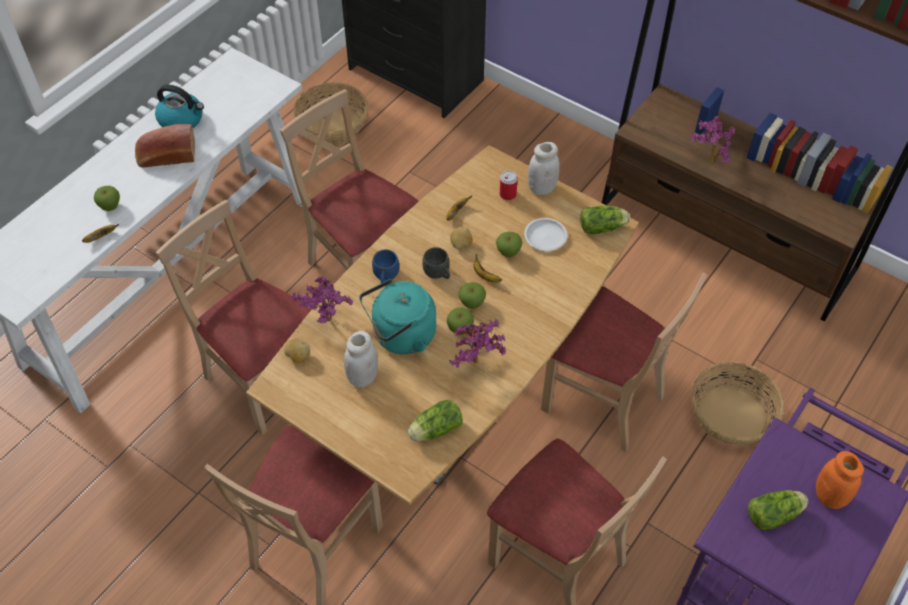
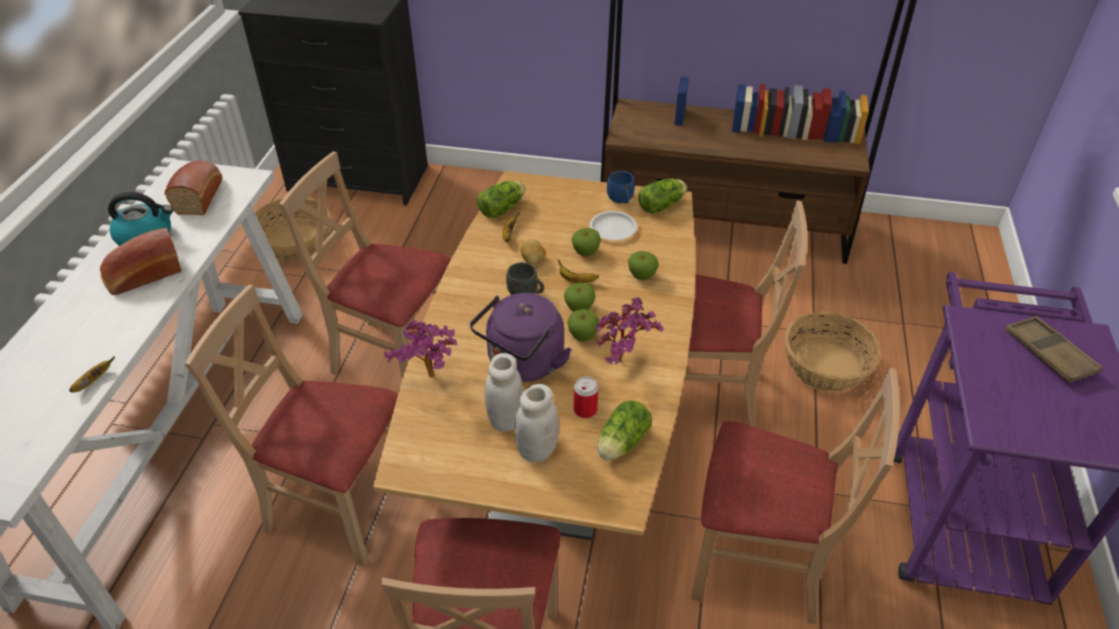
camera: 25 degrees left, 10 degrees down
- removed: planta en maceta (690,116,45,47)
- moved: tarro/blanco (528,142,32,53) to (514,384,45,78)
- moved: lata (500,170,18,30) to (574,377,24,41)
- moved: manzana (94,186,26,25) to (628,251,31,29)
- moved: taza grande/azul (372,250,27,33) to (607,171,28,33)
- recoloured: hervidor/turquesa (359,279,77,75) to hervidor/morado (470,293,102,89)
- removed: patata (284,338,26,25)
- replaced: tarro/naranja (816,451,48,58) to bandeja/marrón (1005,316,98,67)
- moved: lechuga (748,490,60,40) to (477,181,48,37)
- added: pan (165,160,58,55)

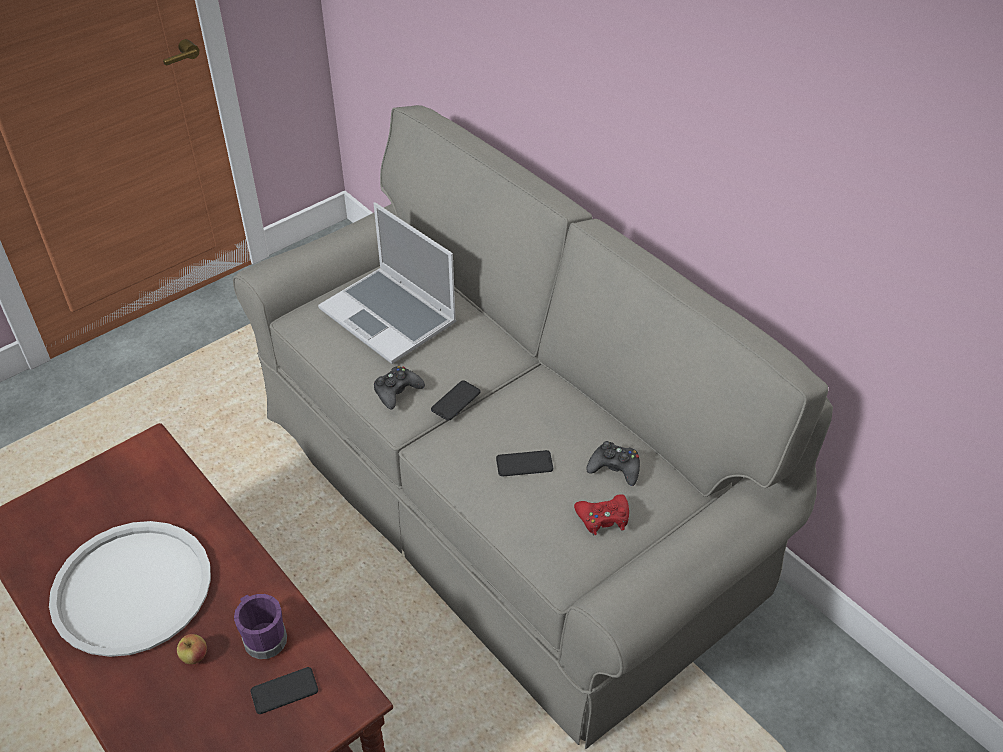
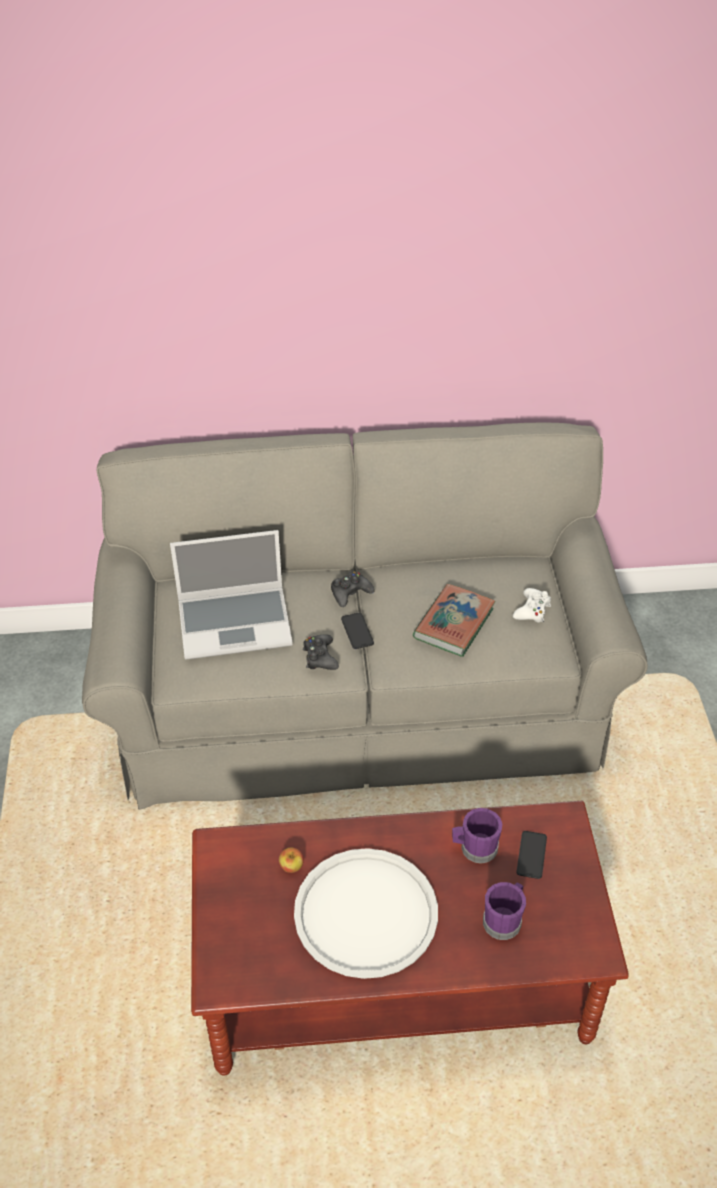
camera: 55 degrees left, 0 degrees up
- moved: mando de consola/negro (586,441,54,45) to (331,571,43,36)
- replaced: móvil (496,450,57,27) to libro (413,584,83,73)
- recoloured: mando de consola/rojo (574,495,55,40) to mando de consola/blanco (513,588,38,35)
- moved: manzana (177,634,30,30) to (279,848,25,25)
- added: taza grande/morado (483,882,43,58)

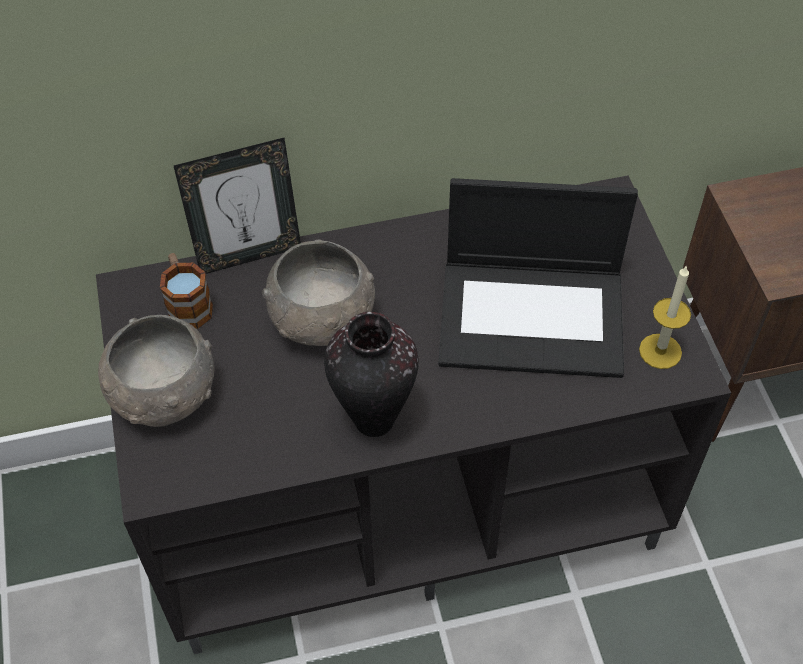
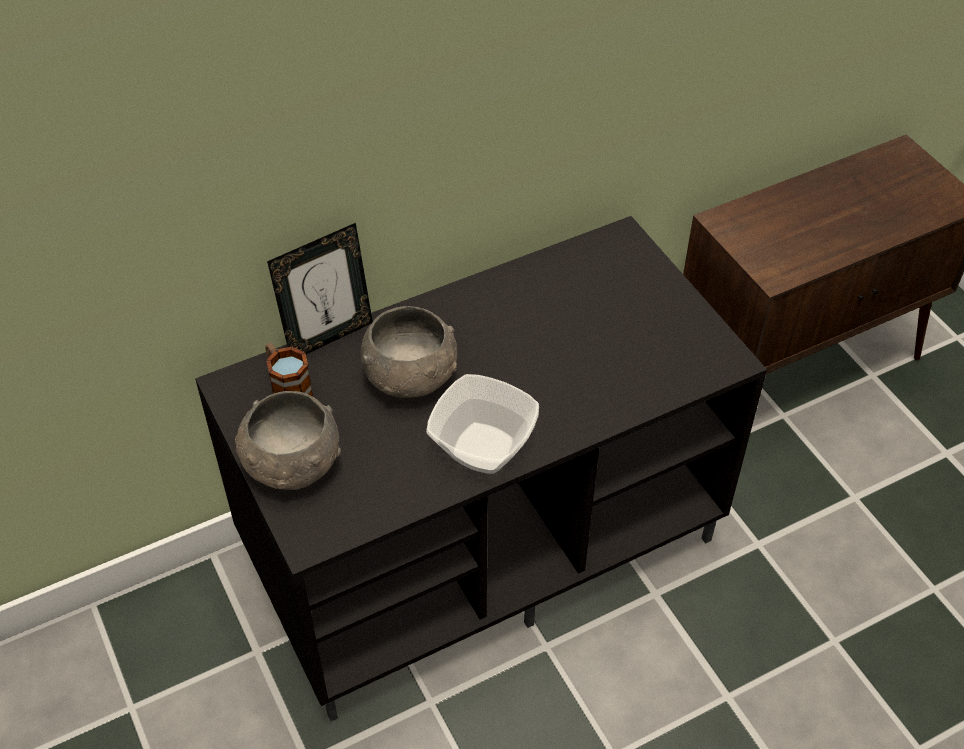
camera: 15 degrees left, 5 degrees down
- removed: portátil (438,178,200,200)
- removed: vela (639,265,52,104)
- replaced: florero (324,312,95,125) to cuenco (426,374,113,100)

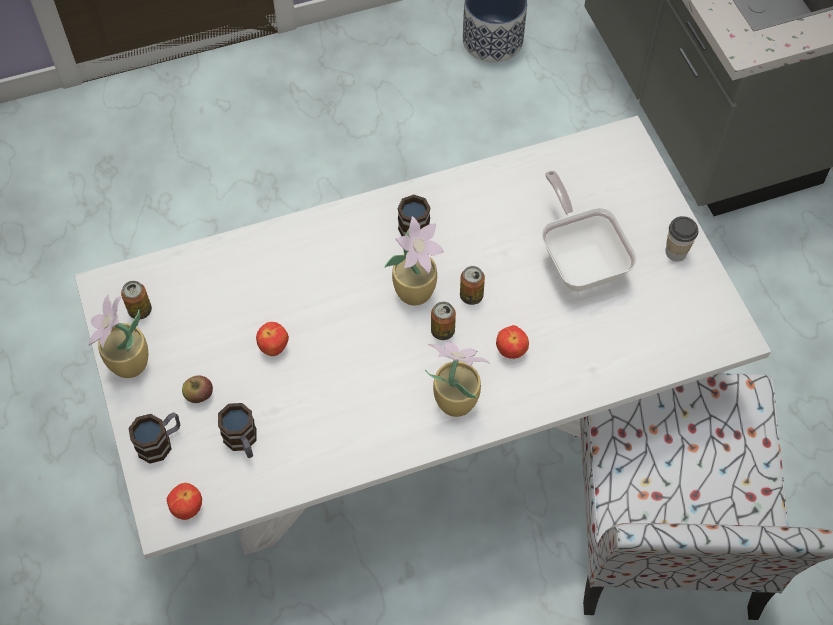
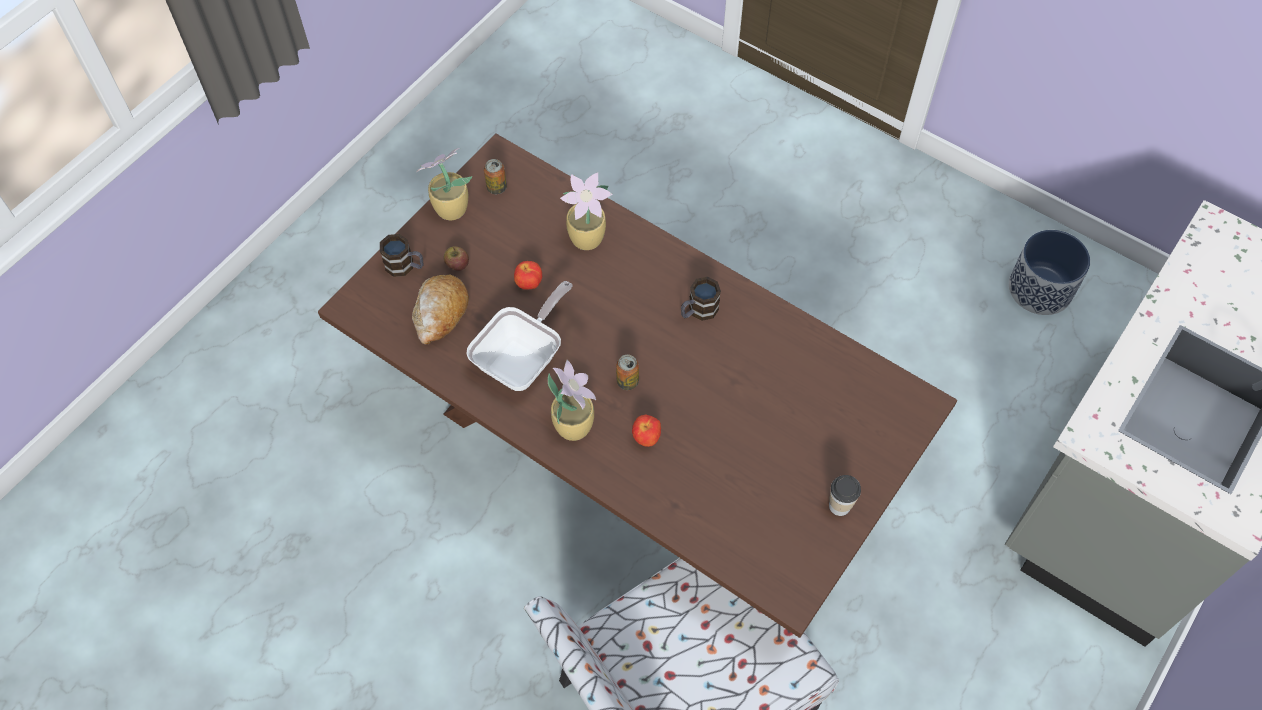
camera: 55 degrees right, 0 degrees up
- recoloured: mesa de comedor/blanco (75,116,696,443) to mesa de comedor/marrón (318,134,639,504)
- moved: sartén (541,171,97,121) to (466,281,107,110)
- moved: planta en maceta (385,216,59,89) to (560,172,52,78)
- removed: lata (460,266,25,39)
- replaced: taza grande (218,403,39,55) to pan (412,275,57,69)
- removed: manzana (167,483,35,37)

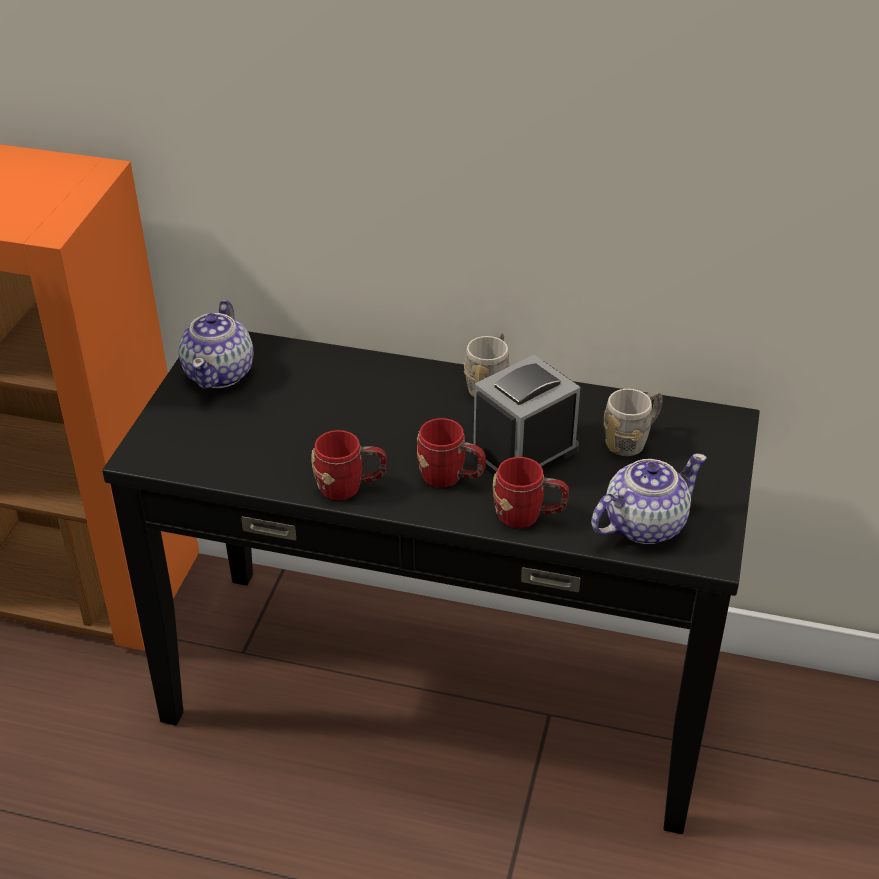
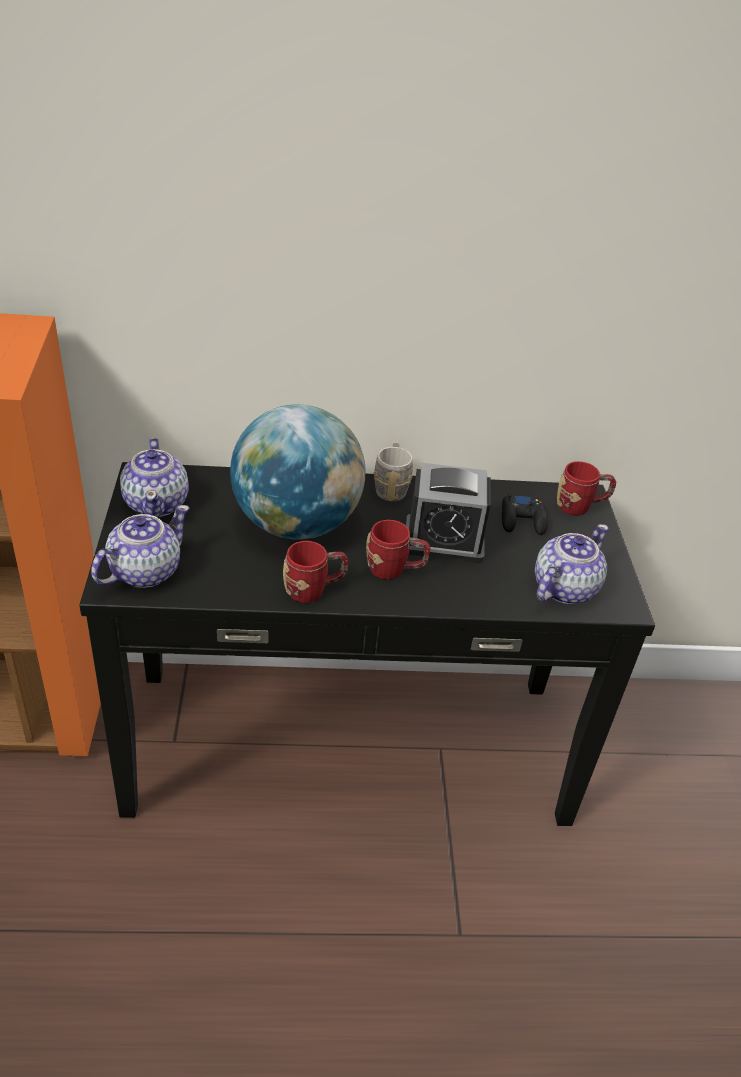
camera: 20 degrees left, 0 degrees up
- turned: despertador (469,355,111,121) = (406,463,85,100) 120 degrees counterclockwise
- replaced: taza grande/gris (604,389,59,67) to mando de consola/negro (502,494,46,41)
- moved: taza grande/rojo (493,457,76,71) to (557,461,59,55)
- added: globo terráqueo (230,404,136,136)
- added: tetera (91,505,98,83)

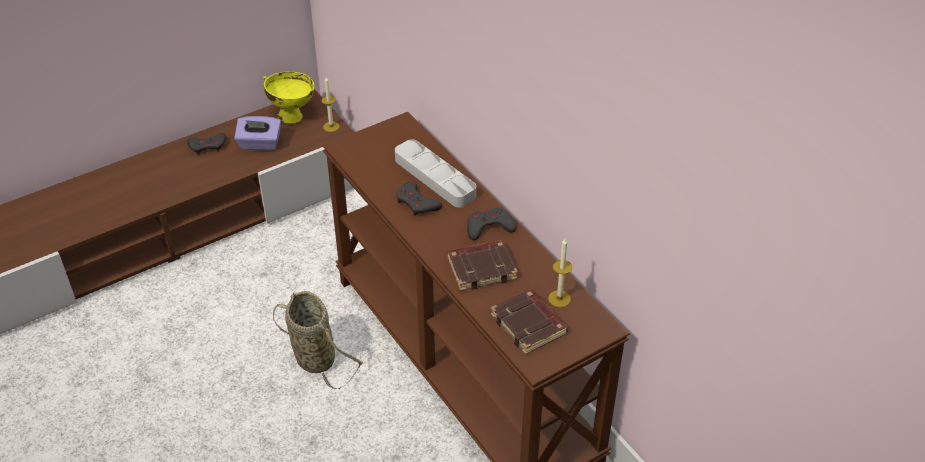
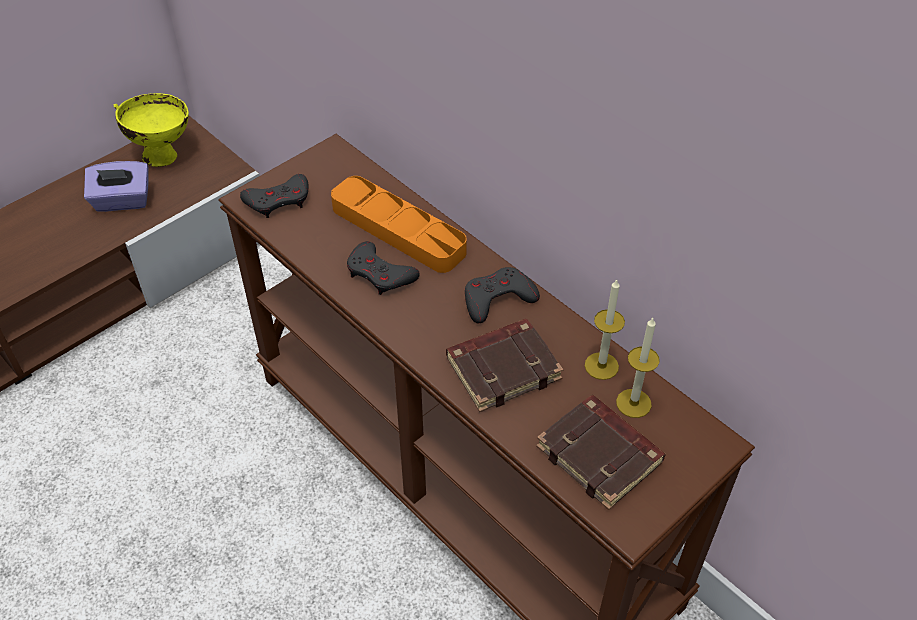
camera: 10 degrees left, 5 degrees up
- moved: vela (321,77,19,55) to (585,279,40,101)
- moved: mando de consola/gris (187,133,39,22) to (240,174,69,44)
- recoloured: bandeja/gris (395,140,81,67) to bandeja/naranja (331,176,136,97)
- removed: cesta (273,291,90,98)

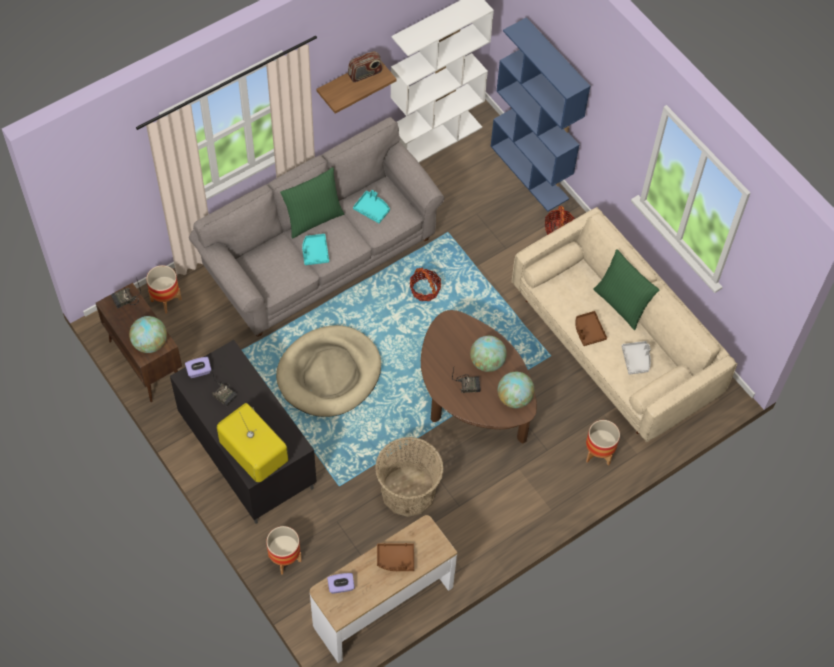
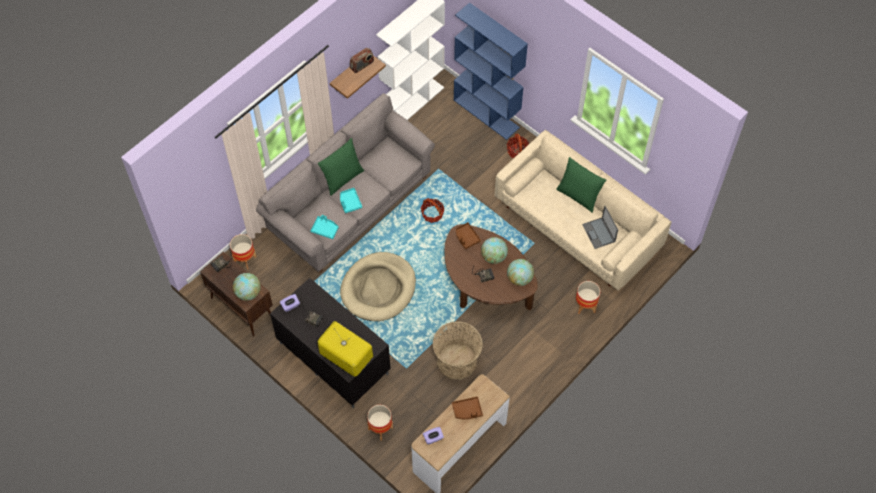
camera: 10 degrees left, 0 degrees up
- moved: bandeja/turquesa (353,190,37,33) to (310,215,29,24)
- moved: bandeja/marrón (575,311,32,35) to (456,222,25,27)
- replaced: bandeja/gris (622,341,29,34) to portátil (582,206,36,43)

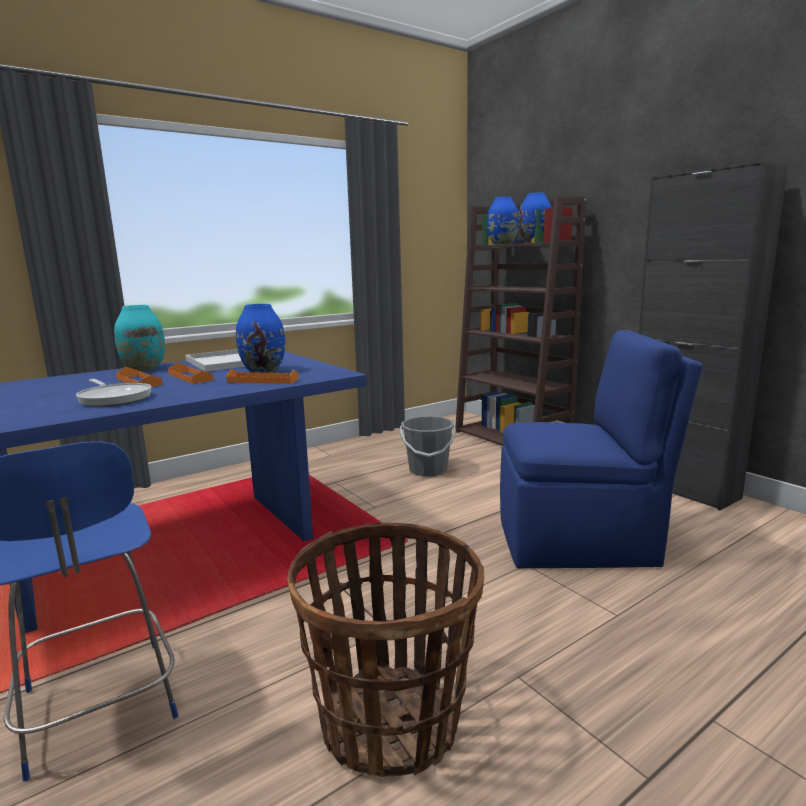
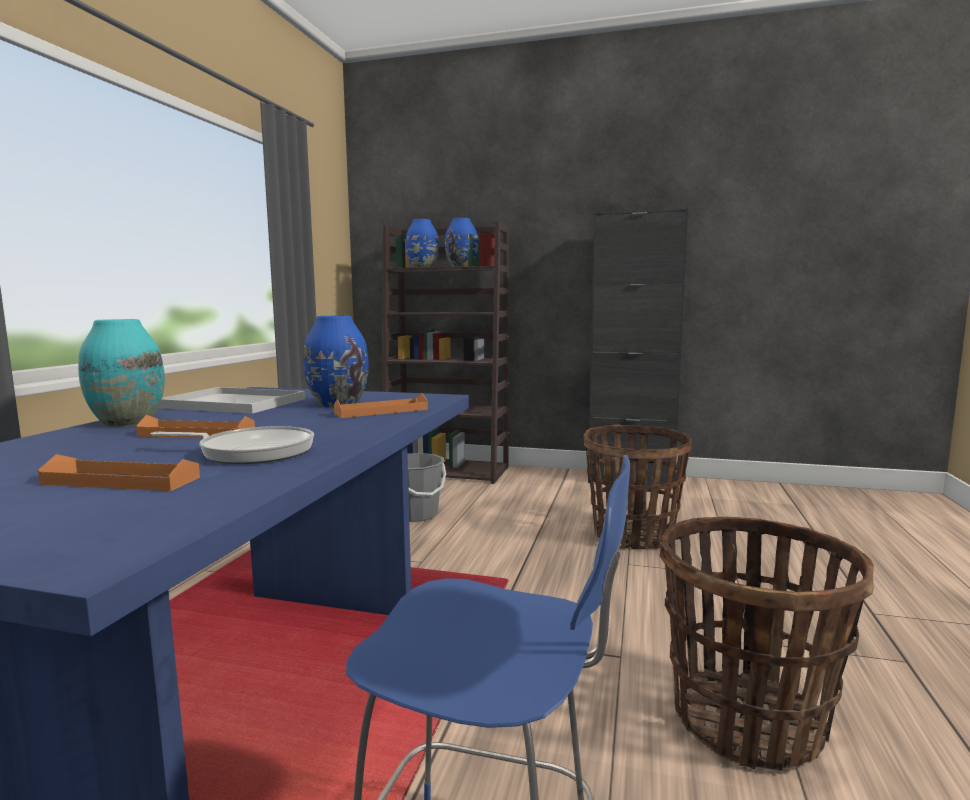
camera: 40 degrees left, 5 degrees down
- replaced: silla/azul (500,330,203,239) to cesta (584,425,108,125)
- moved: bandeja/naranja (168,363,45,21) to (38,454,162,37)

